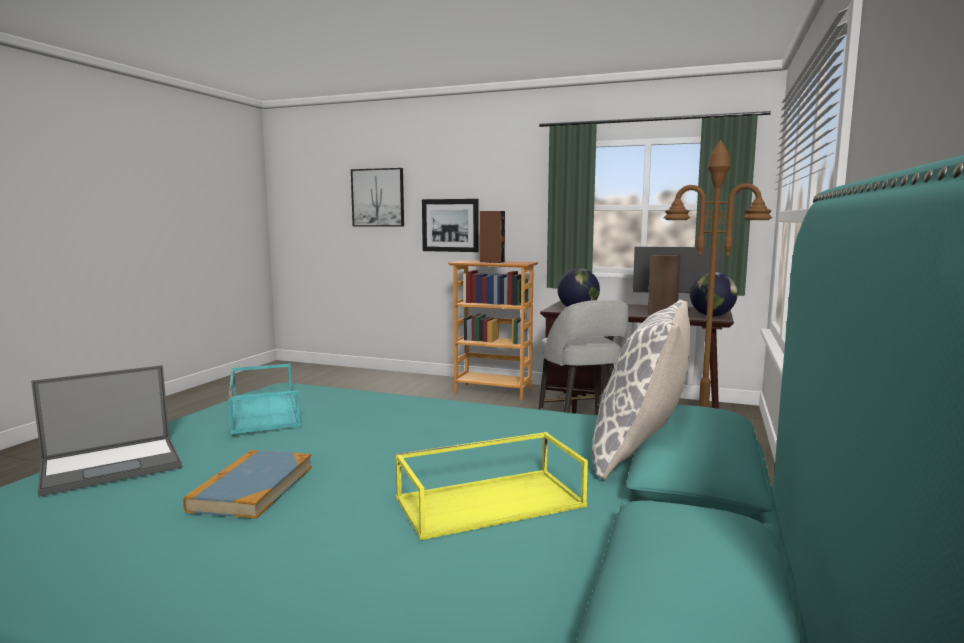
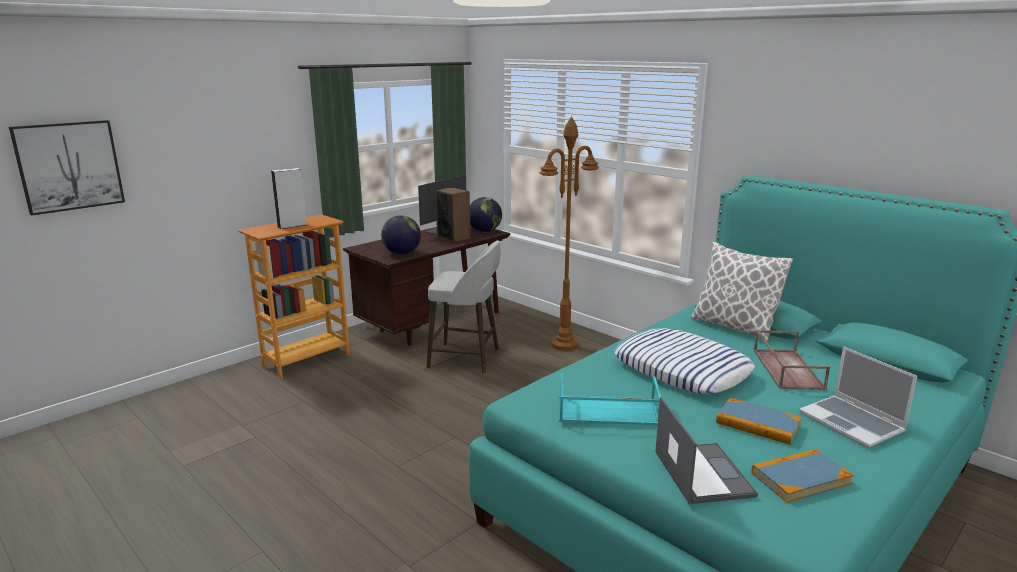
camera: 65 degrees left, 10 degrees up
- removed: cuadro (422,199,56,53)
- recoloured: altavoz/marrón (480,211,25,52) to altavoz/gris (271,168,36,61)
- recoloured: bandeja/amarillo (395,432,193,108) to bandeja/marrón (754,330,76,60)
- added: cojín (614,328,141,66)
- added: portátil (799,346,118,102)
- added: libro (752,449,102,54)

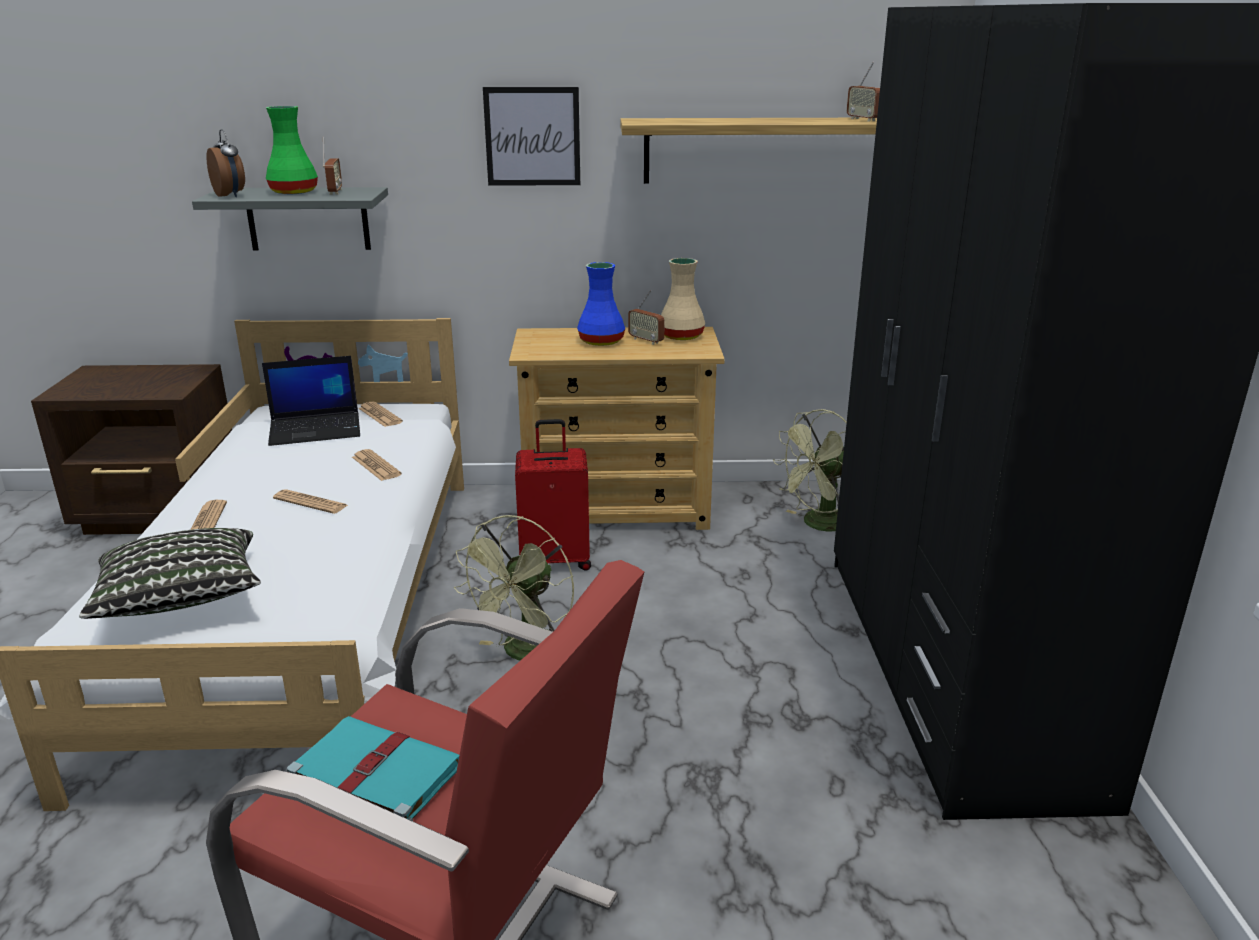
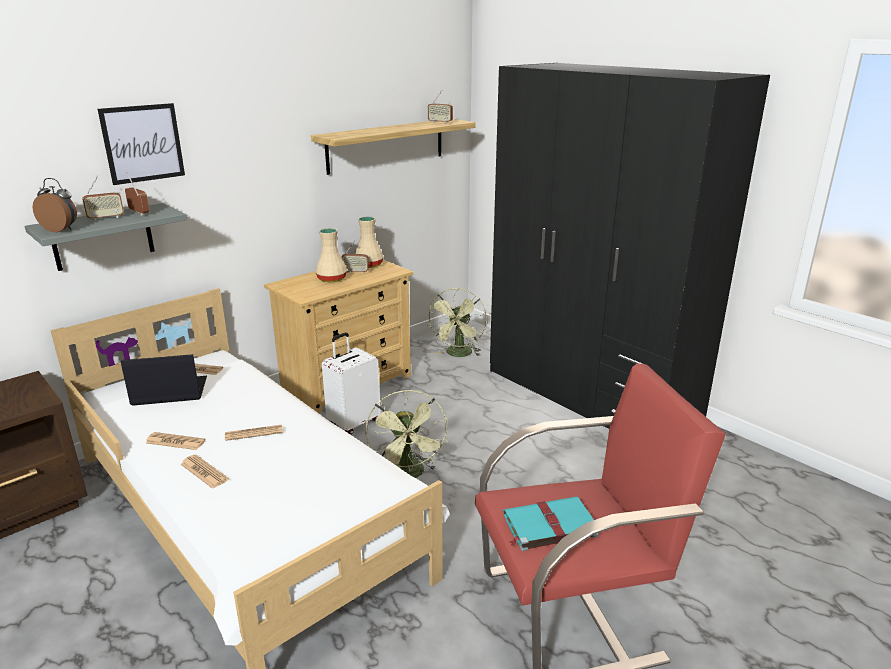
camera: 40 degrees left, 0 degrees up
- moved: cuadro (483,87,97,99) to (98,103,87,82)
- replaced: florero/verde (266,106,52,88) to radio (82,175,42,46)
- recoloured: florero/azul (577,262,48,84) to florero/beis (316,228,31,54)
- turned: portátil (262,356,98,90) = (120,354,87,52) 135 degrees counterclockwise
- recoloured: maleta/rojo (515,419,76,152) to maleta/blanco (322,332,59,103)
- moved: periódico (352,449,50,32) to (146,432,59,18)
- removed: cojín (79,528,182,91)

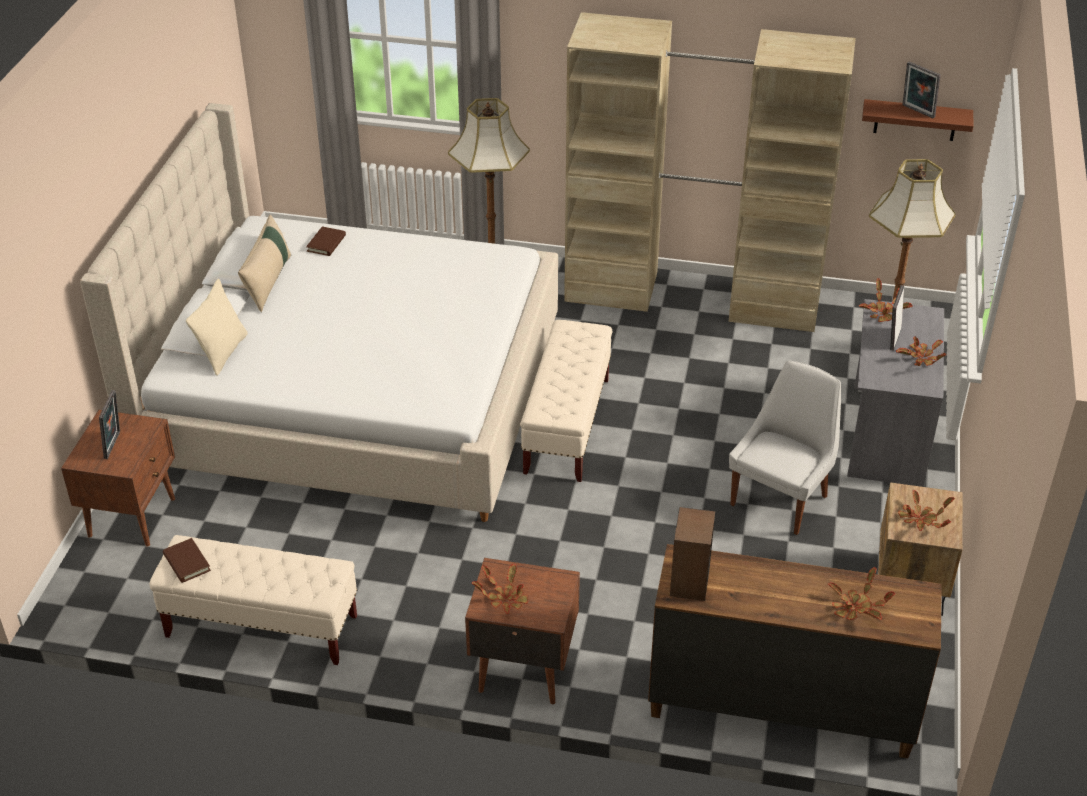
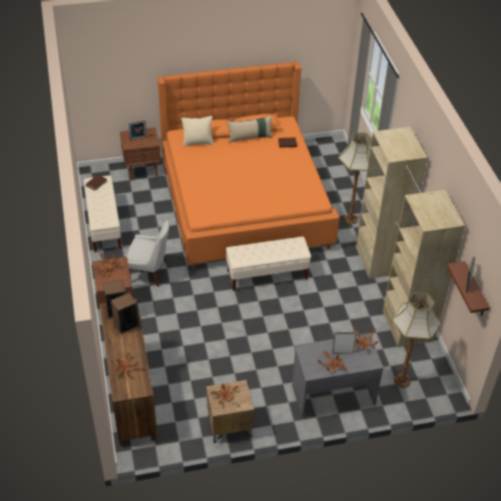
camera: 65 degrees right, 5 degrees up
- recoloured: cama/beis (80,103,478,419) to cama/naranja (158,62,181,207)
- moved: silla/blanco (729,361,112,174) to (127,220,42,67)
- added: altavoz (111,292,28,42)

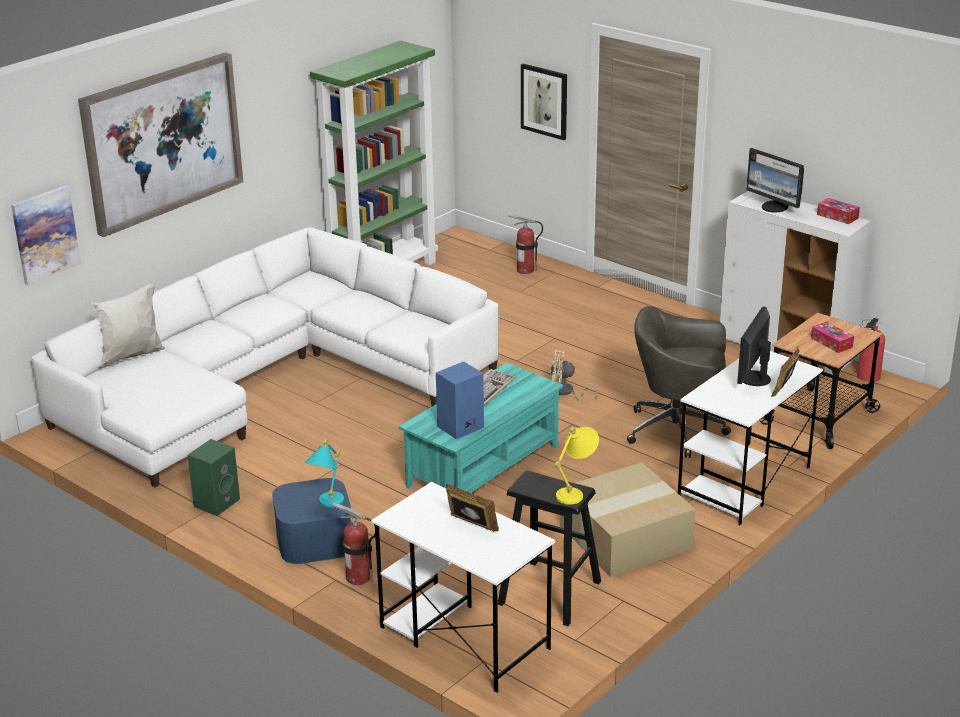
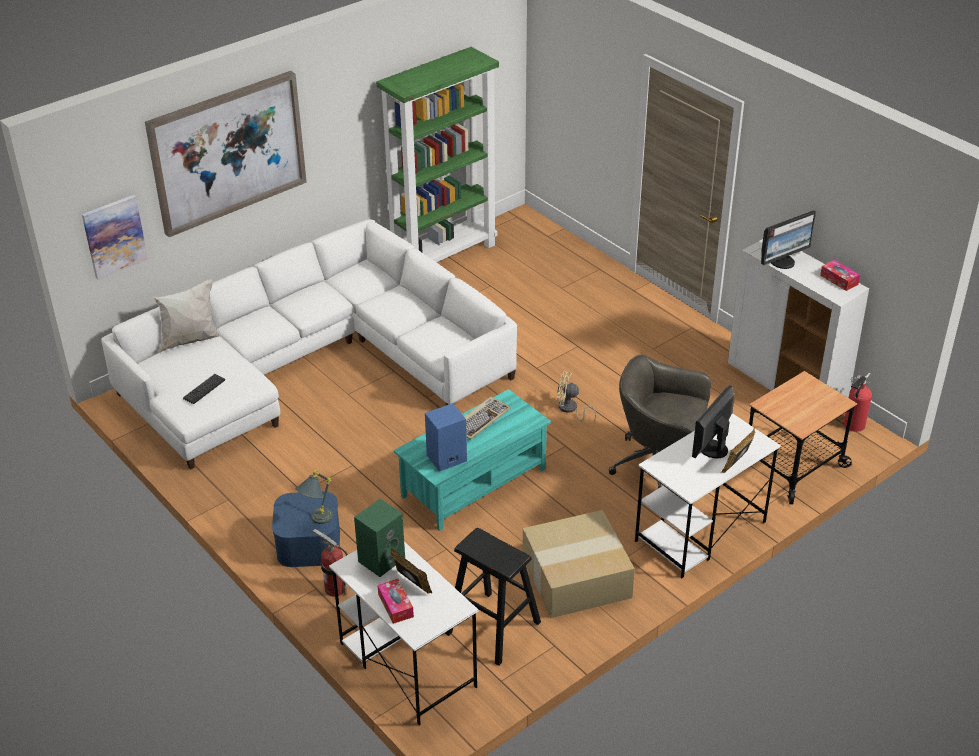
camera: 10 degrees right, 10 degrees up
- removed: cuadro (521,63,46,77)
- turned: monitor (746,148,58,64) = (761,210,55,59) 90 degrees counterclockwise
- removed: extintor (509,215,34,59)
- moved: caja de pañuelos (811,322,43,31) to (378,579,36,45)
- removed: lámpara de mesa/amarillo (555,427,44,78)
- moved: altavoz/verde (187,439,53,77) to (354,499,51,78)
- recoloured: lámpara de mesa/turquesa (305,439,39,68) to lámpara de mesa/gris (295,470,38,54)
- added: teclado (183,374,42,30)

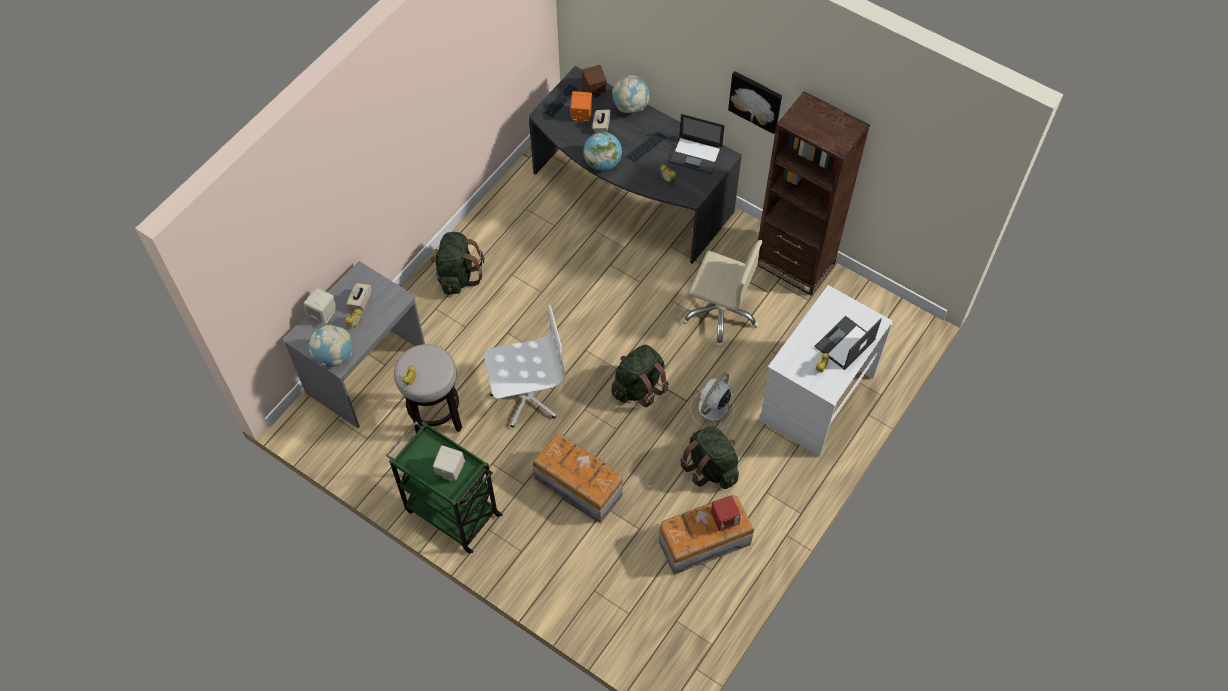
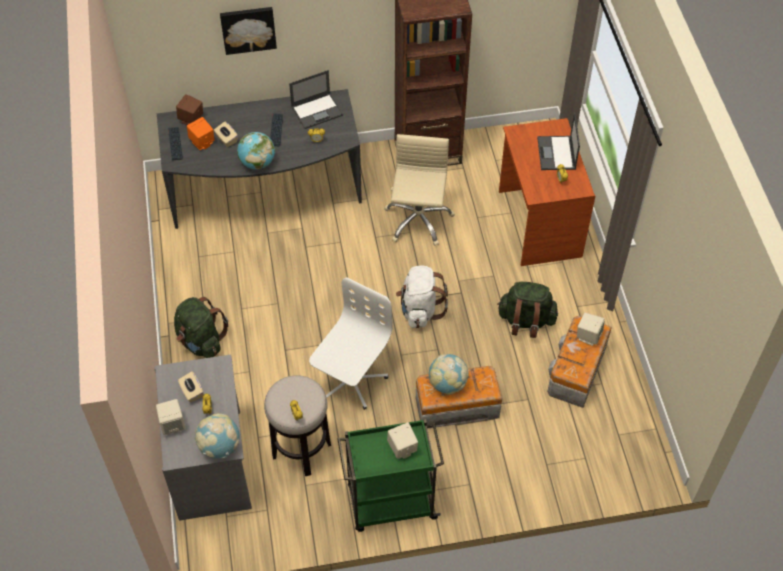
camera: 45 degrees left, 5 degrees down
- moved: cuadro (728,71,54,63) to (220,7,57,48)
- moved: globo terráqueo (612,75,37,39) to (429,354,40,41)
- turned: silla de oficina/beis (681,240,82,107) = (384,134,71,112) 60 degrees counterclockwise
- recoloured: escritorio/blanco (760,285,132,171) to escritorio/marrón (499,118,96,148)
- recoloured: mochila/verde (611,345,58,62) to mochila/blanco (396,266,52,62)
- removed: ventilador/blanco (690,373,44,57)
- recoloured: altavoz/rojo (711,496,30,35) to altavoz/beis (577,313,27,33)

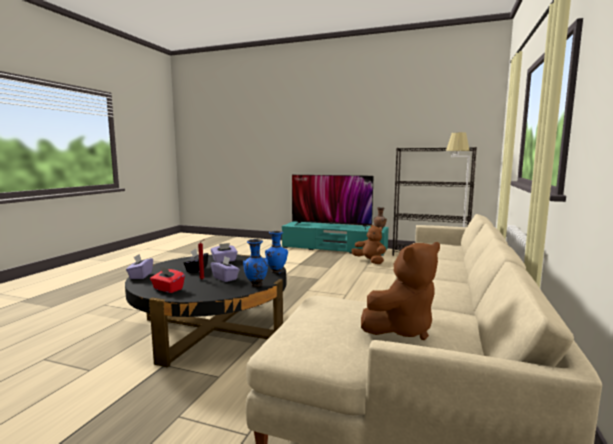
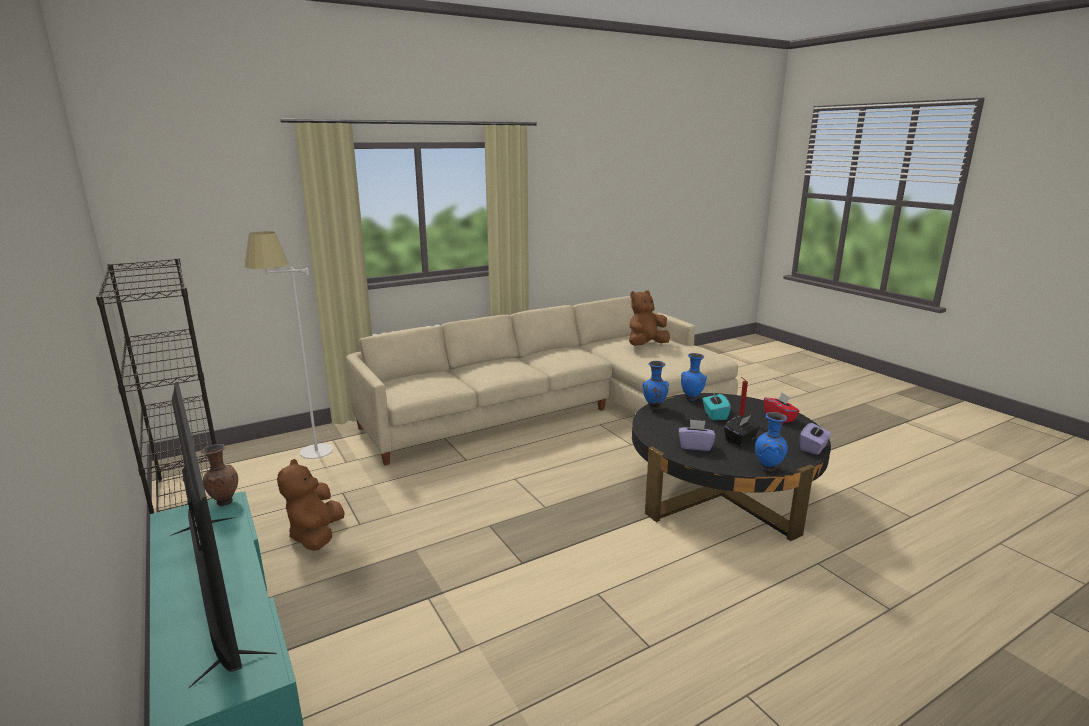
camera: 140 degrees left, 10 degrees up
- turned: peluche/marrón (361,242,79,98) = (629,290,41,56) 45 degrees counterclockwise
- recoloured: caja de pañuelos/morado (211,257,29,25) to caja de pañuelos/turquesa (703,392,28,28)
- added: florero/azul (755,412,33,60)

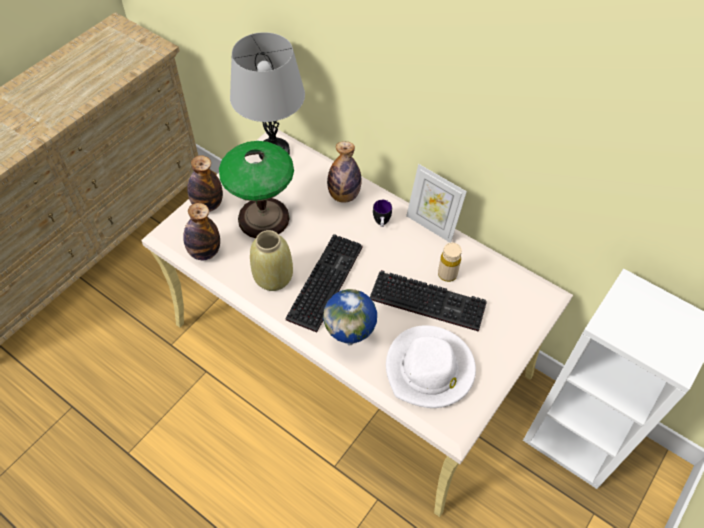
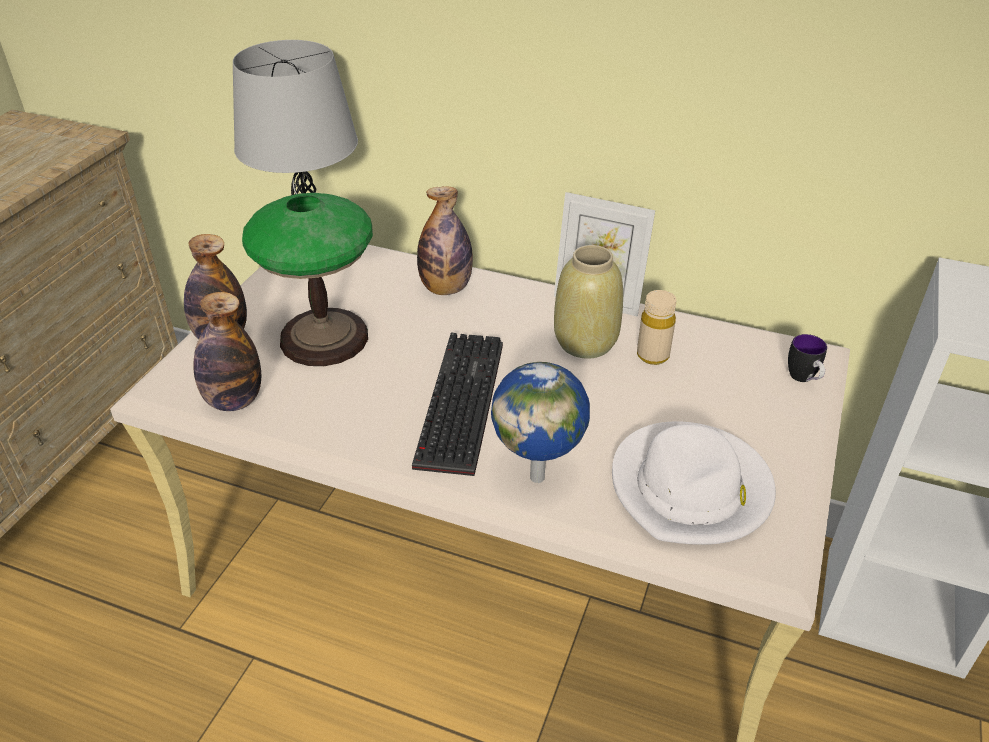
camera: 15 degrees left, 15 degrees down
- moved: taza grande (373,200,19,27) to (788,334,39,48)
- moved: florero/beis (250,230,43,61) to (554,245,69,114)
- removed: teclado (370,270,117,62)

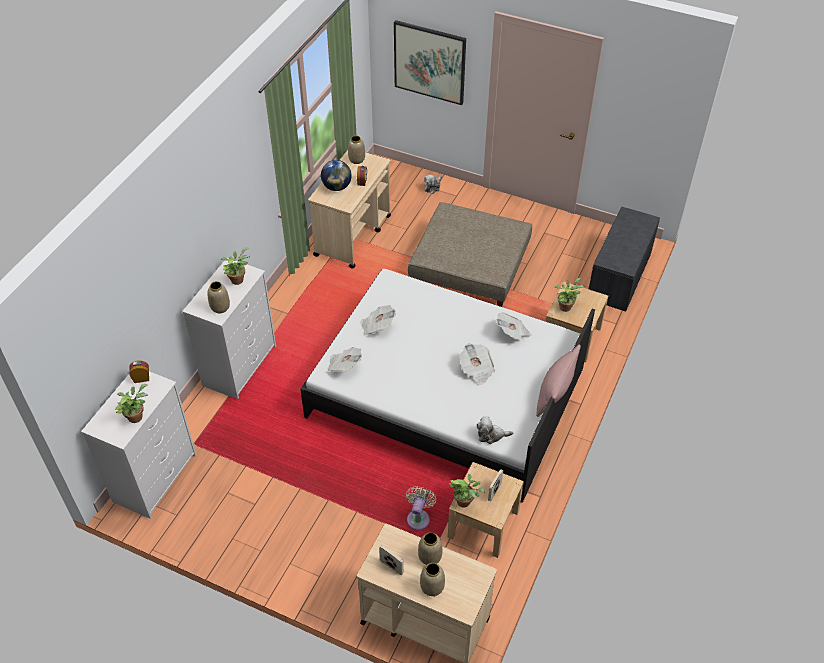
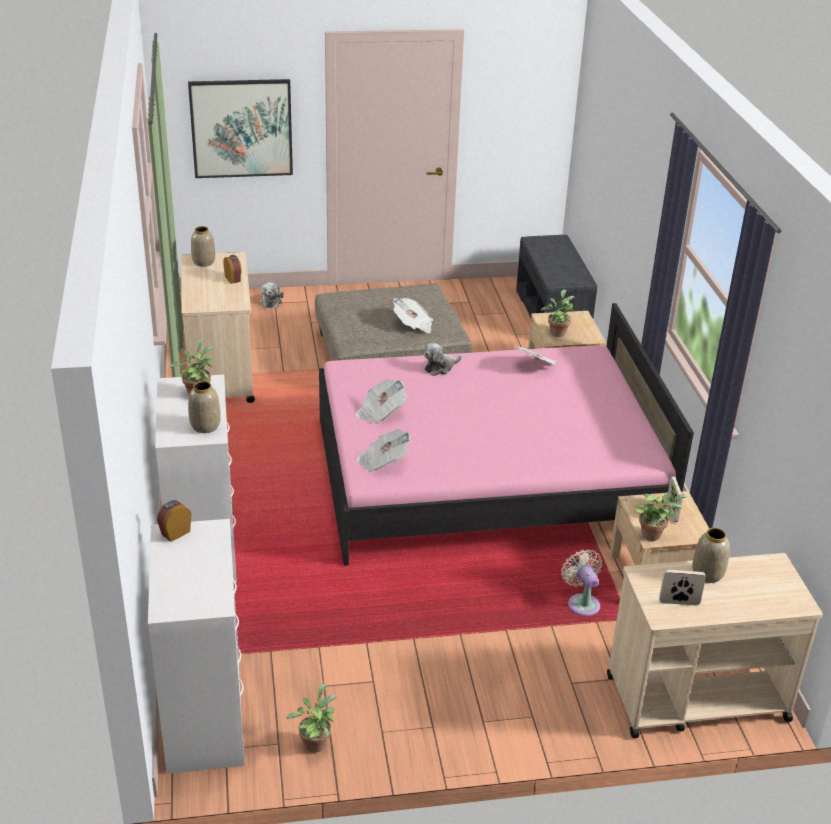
camera: 35 degrees left, 15 degrees down
- removed: globo terráqueo (321,160,31,31)
- recoloured: cama/blanco (300,269,295,234) to cama/rosa (319,303,375,263)
- moved: periódico (459,343,36,41) to (393,298,40,35)
- removed: cojín/rosa (536,344,45,73)
- moved: planta en maceta (115,384,33,39) to (286,684,50,69)
- moved: peluche (477,416,36,28) to (424,343,38,33)
- removed: florero (420,563,25,33)

